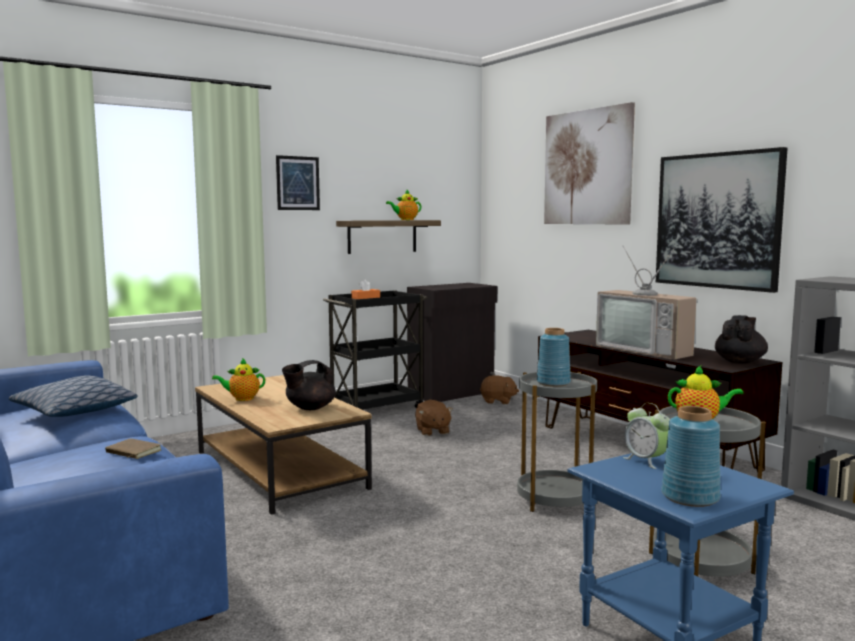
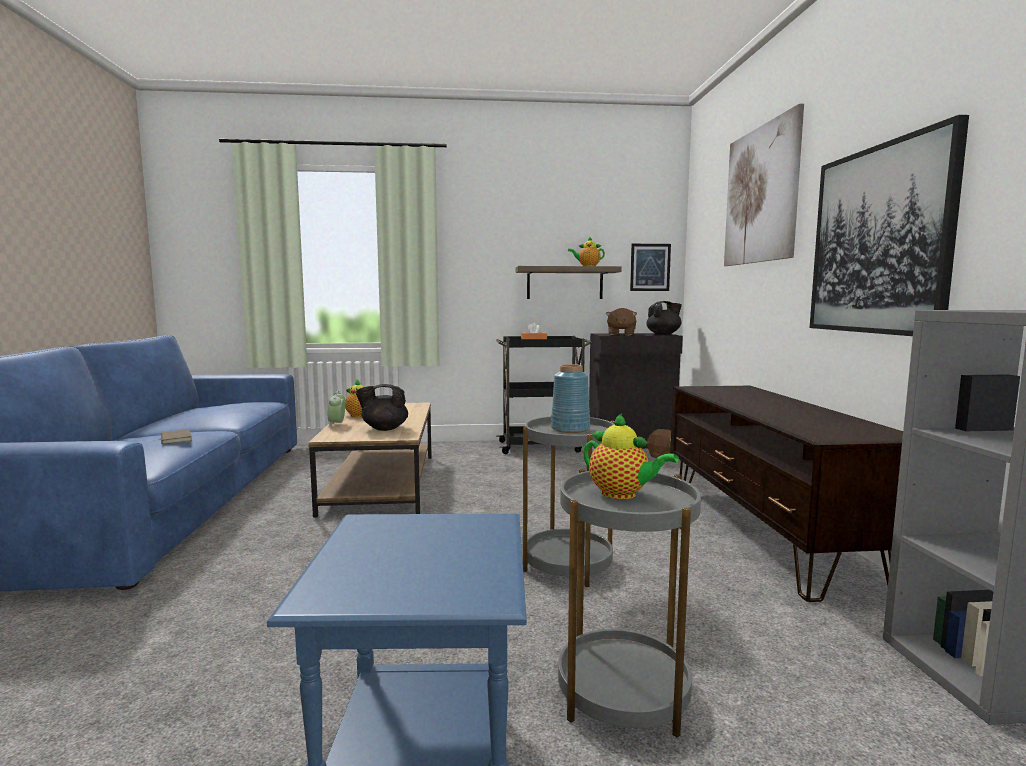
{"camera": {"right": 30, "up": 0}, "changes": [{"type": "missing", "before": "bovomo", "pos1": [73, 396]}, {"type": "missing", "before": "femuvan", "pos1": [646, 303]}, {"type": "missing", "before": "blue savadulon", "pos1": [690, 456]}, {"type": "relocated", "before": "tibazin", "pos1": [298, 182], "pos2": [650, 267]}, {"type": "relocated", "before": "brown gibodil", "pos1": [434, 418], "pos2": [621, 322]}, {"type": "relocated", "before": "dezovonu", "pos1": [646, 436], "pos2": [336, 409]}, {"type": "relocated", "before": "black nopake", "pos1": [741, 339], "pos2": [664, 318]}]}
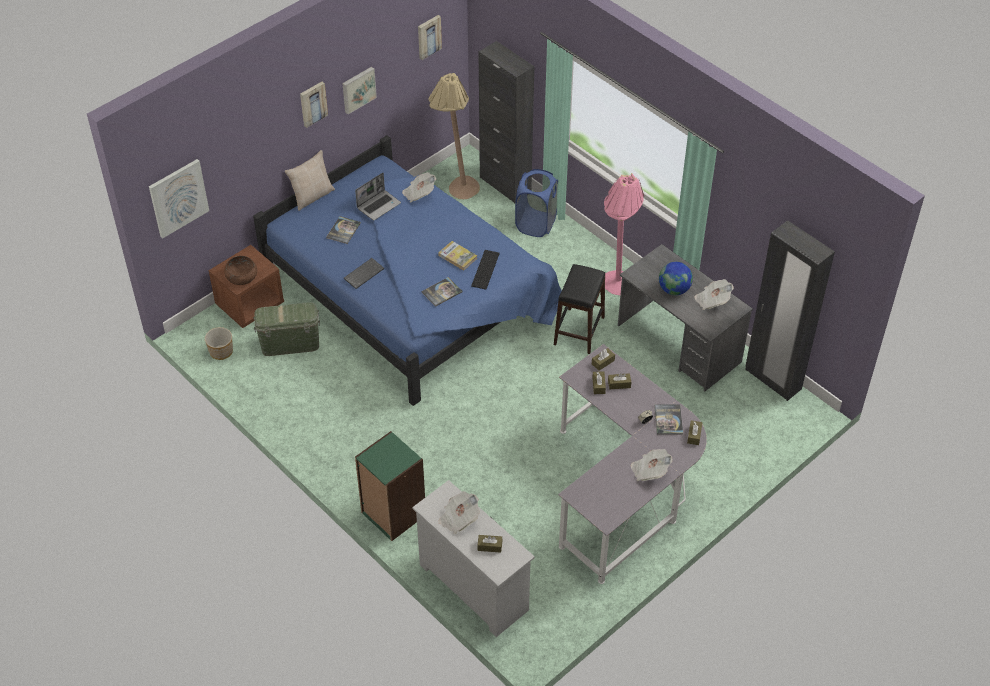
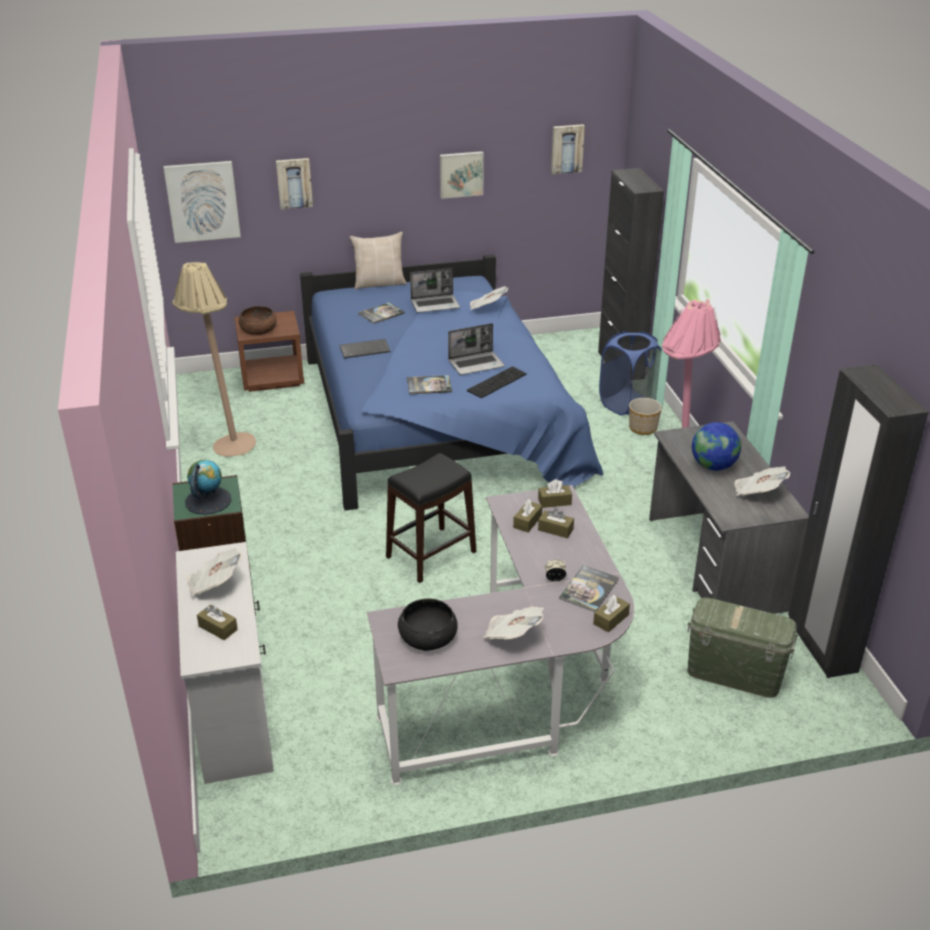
{"camera": {"right": 30, "up": -15}, "changes": [{"type": "appeared", "after": "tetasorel", "pos2": [208, 487]}, {"type": "appeared", "after": "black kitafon", "pos2": [427, 624]}, {"type": "relocated", "before": "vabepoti", "pos1": [219, 343], "pos2": [645, 416]}, {"type": "relocated", "before": "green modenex", "pos1": [286, 329], "pos2": [742, 648]}, {"type": "relocated", "before": "tibazin", "pos1": [314, 105], "pos2": [294, 183]}, {"type": "relocated", "before": "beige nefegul", "pos1": [454, 136], "pos2": [214, 359]}, {"type": "relocated", "before": "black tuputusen", "pos1": [579, 309], "pos2": [431, 518]}, {"type": "exchanged", "before": "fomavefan", "after": "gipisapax", "pos1": [457, 256], "pos2": [476, 349]}]}
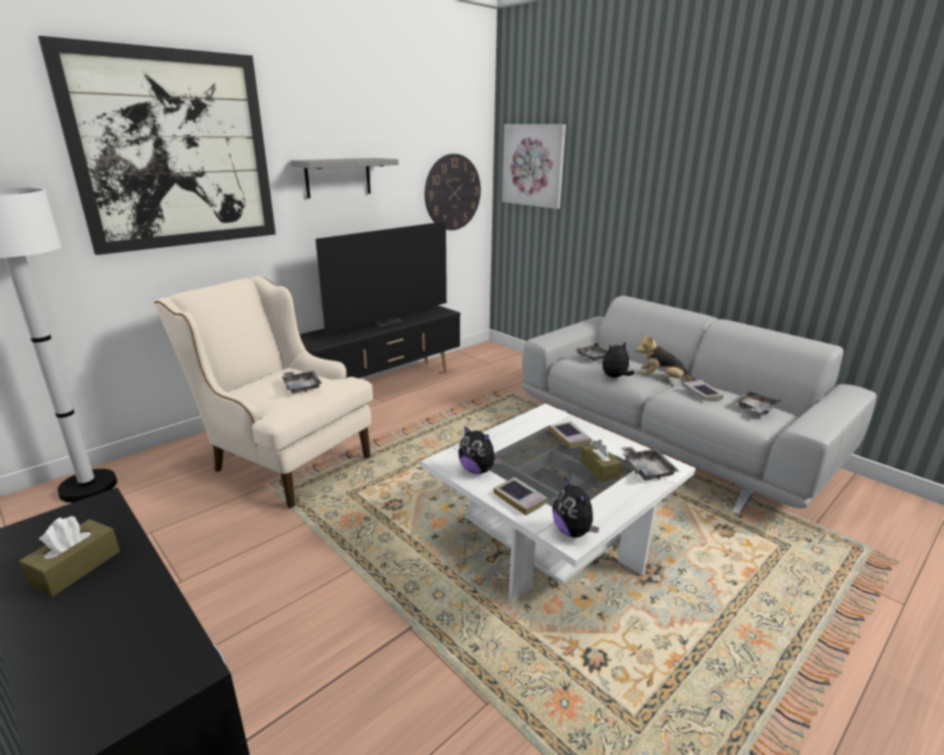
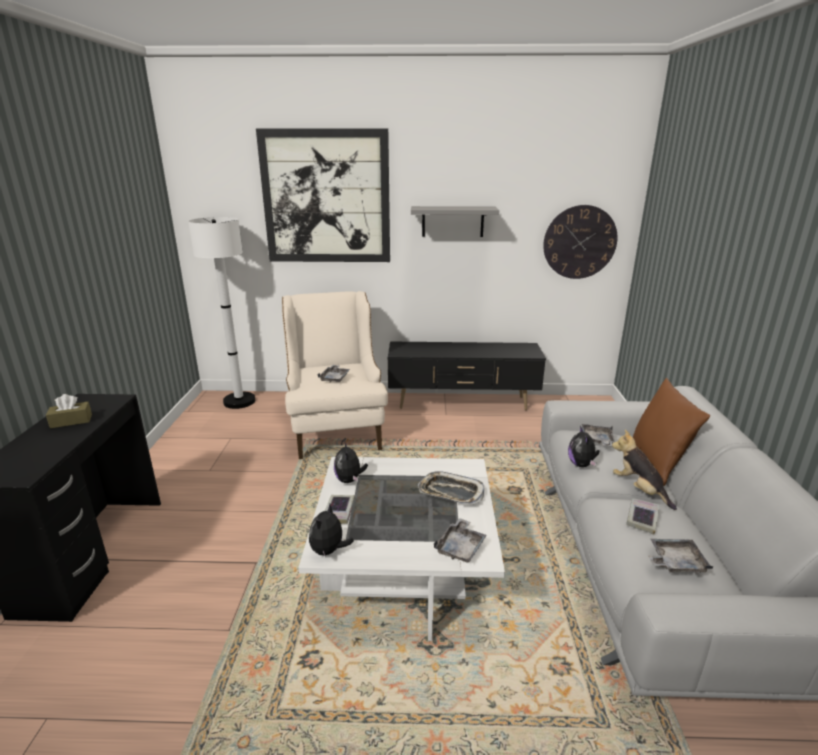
{"camera": {"right": 45, "up": 0}, "changes": [{"type": "missing", "before": "femuvan", "pos1": [381, 278]}, {"type": "missing", "before": "tibazin", "pos1": [534, 166]}, {"type": "missing", "before": "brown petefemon", "pos1": [601, 460]}, {"type": "appeared", "after": "brown bovomo", "pos2": [671, 432]}, {"type": "exchanged", "before": "fomavefan", "after": "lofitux", "pos1": [571, 435], "pos2": [451, 487]}, {"type": "spun", "before": "gibodil", "pos1": [618, 360], "pos2": [584, 446], "turn": -105}]}
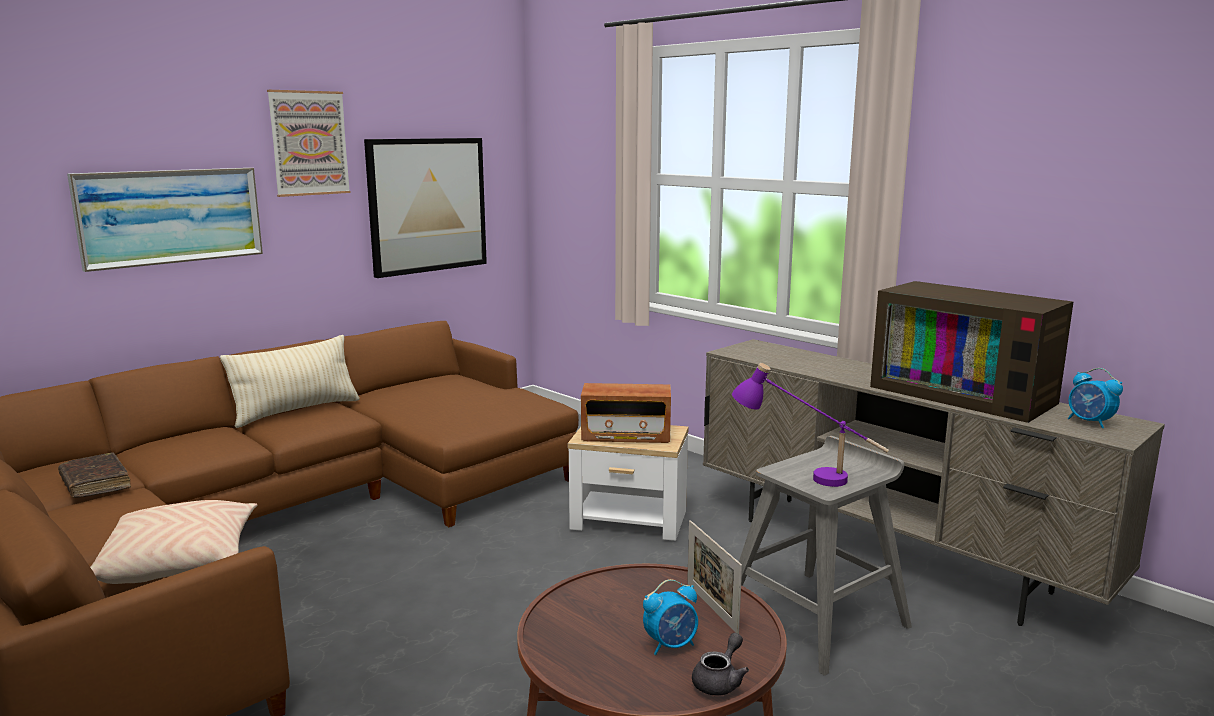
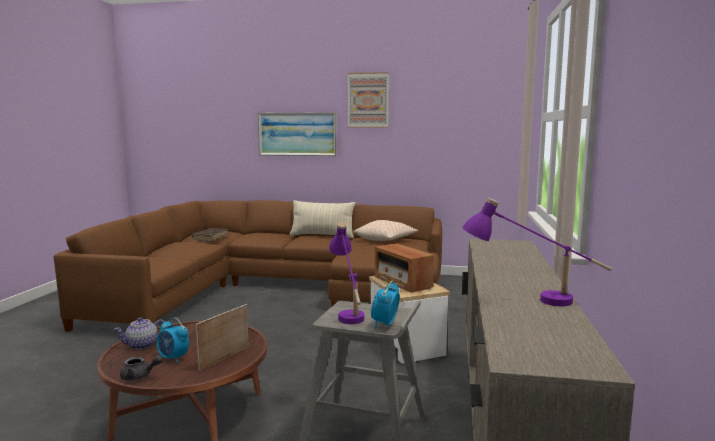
{"camera": {"right": 55, "up": -5}, "changes": [{"type": "missing", "before": "tibazin", "pos1": [425, 208]}, {"type": "appeared", "after": "nopake", "pos2": [138, 333]}, {"type": "relocated", "before": "beige bovomo", "pos1": [174, 542], "pos2": [386, 230]}, {"type": "relocated", "before": "dezovonu", "pos1": [1095, 398], "pos2": [385, 304]}, {"type": "exchanged", "before": "femuvan", "after": "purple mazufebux", "pos1": [971, 352], "pos2": [537, 252]}]}
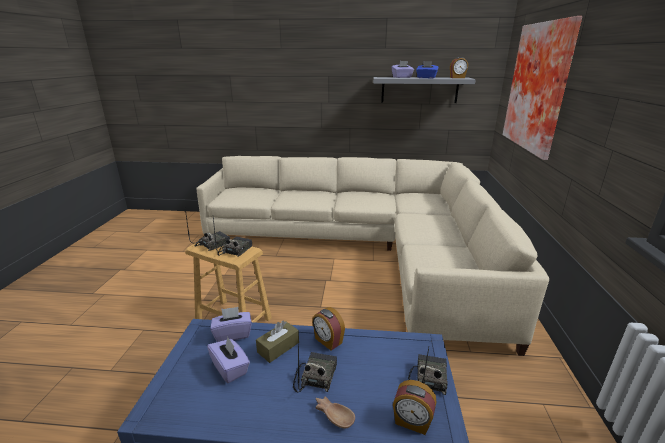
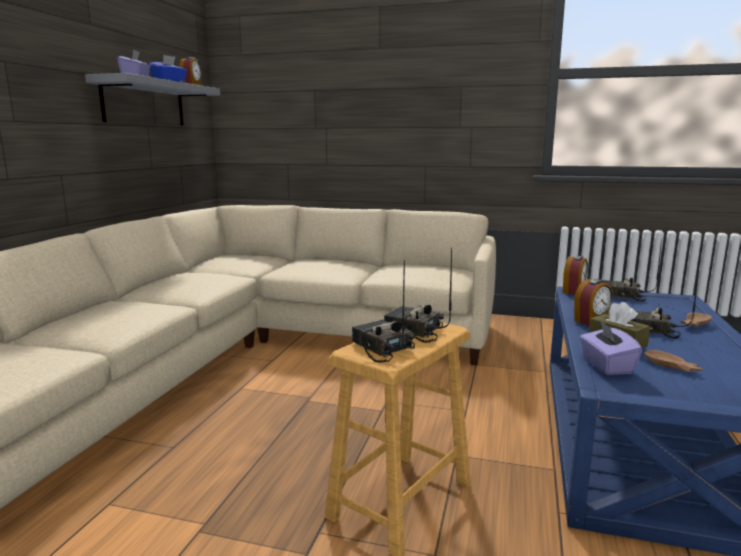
{"camera": {"right": -80, "up": -10}, "changes": [{"type": "missing", "before": "tibazin", "pos1": [542, 88]}, {"type": "relocated", "before": "dezovonu", "pos1": [415, 407], "pos2": [575, 275]}, {"type": "exchanged", "before": "purple petefemon", "after": "brown kitafon", "pos1": [228, 360], "pos2": [674, 361]}]}
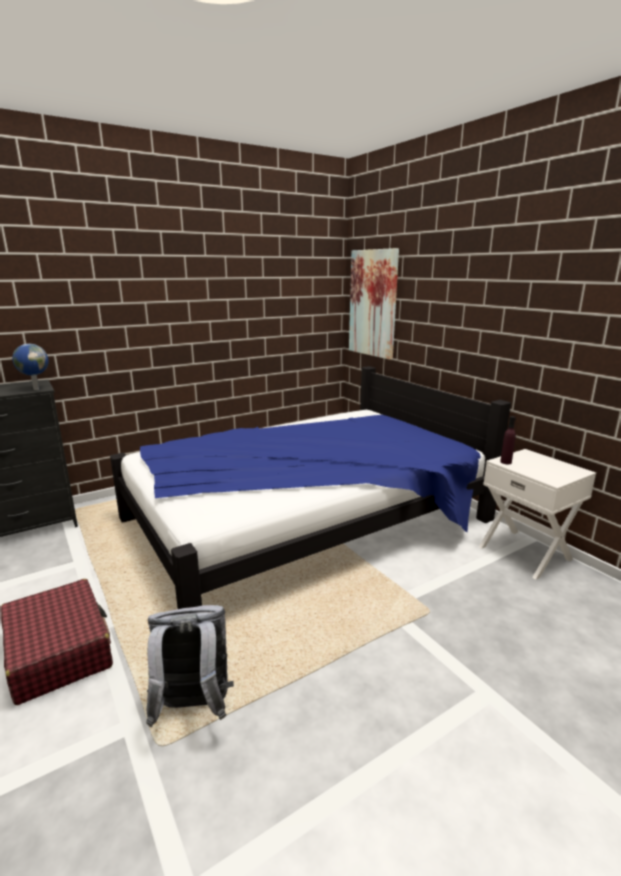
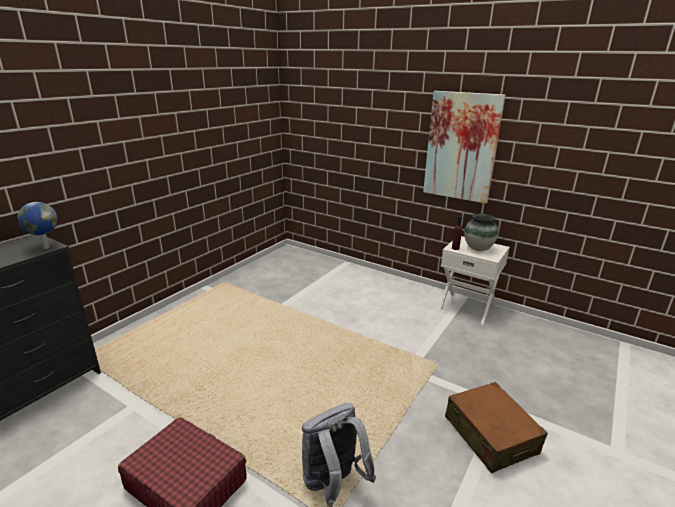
{"camera": {"right": -25, "up": 5}, "changes": [{"type": "missing", "before": "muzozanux", "pos1": [310, 487]}, {"type": "appeared", "after": "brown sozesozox", "pos2": [496, 427]}, {"type": "appeared", "after": "savadulon", "pos2": [481, 232]}, {"type": "relocated", "before": "tibazin", "pos1": [374, 304], "pos2": [464, 147]}]}
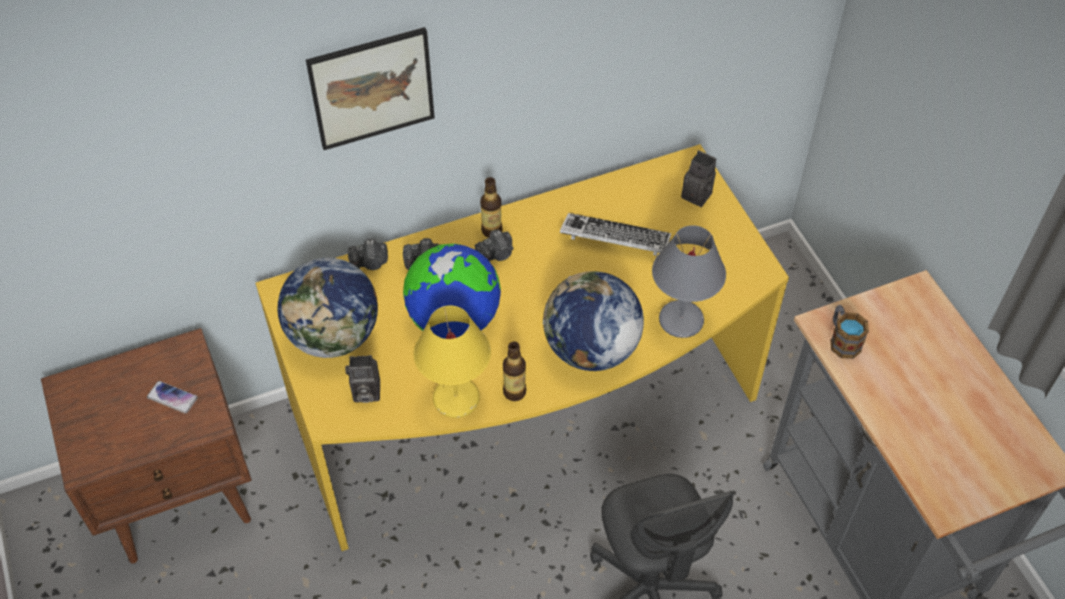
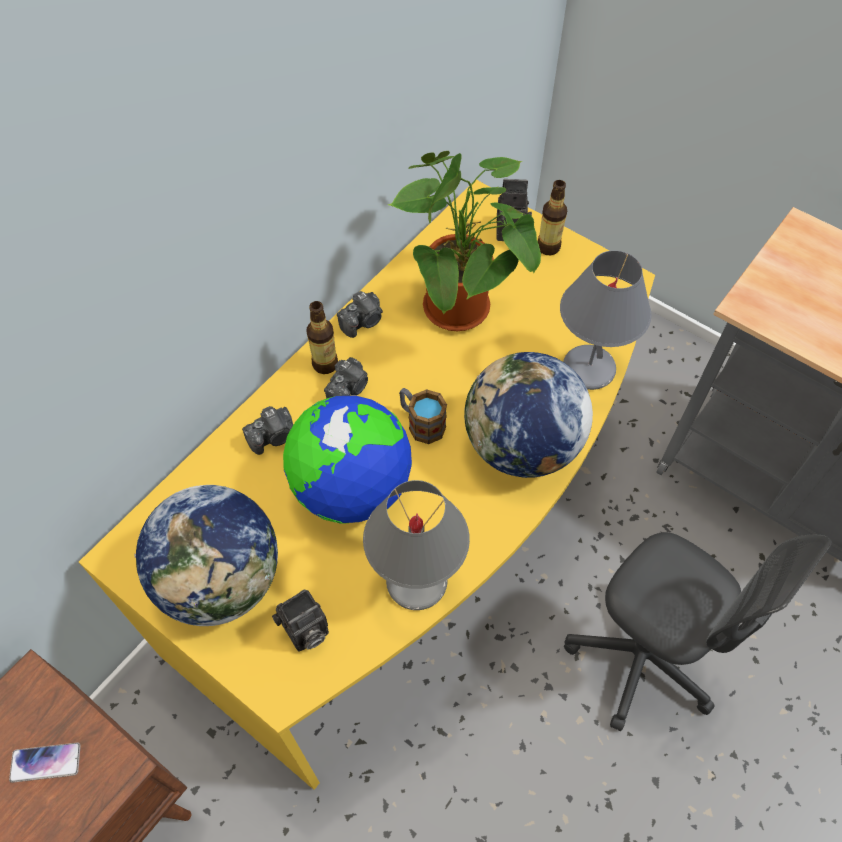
{"camera": {"right": -30, "up": 5}, "changes": [{"type": "missing", "before": "tibazin", "pos1": [370, 88]}, {"type": "relocated", "before": "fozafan", "pos1": [368, 254], "pos2": [360, 314]}, {"type": "relocated", "before": "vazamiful", "pos1": [514, 371], "pos2": [552, 217]}, {"type": "relocated", "before": "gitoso", "pos1": [849, 332], "pos2": [423, 416]}, {"type": "exchanged", "before": "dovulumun", "after": "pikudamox", "pos1": [615, 234], "pos2": [464, 241]}, {"type": "colour", "before": "yellow mazufebux", "after": "grey mazufebux", "pos1": [452, 362], "pos2": [416, 545]}]}
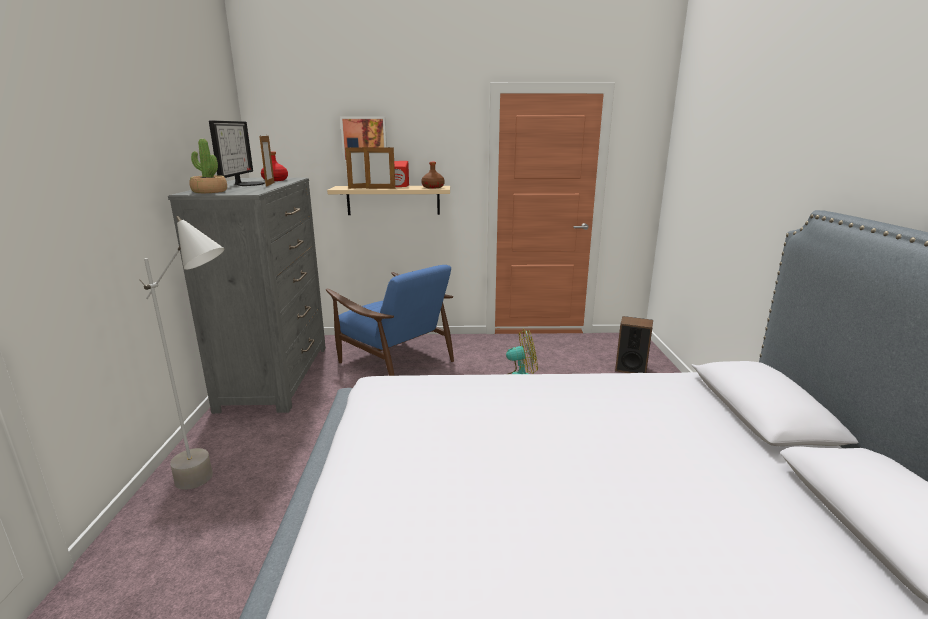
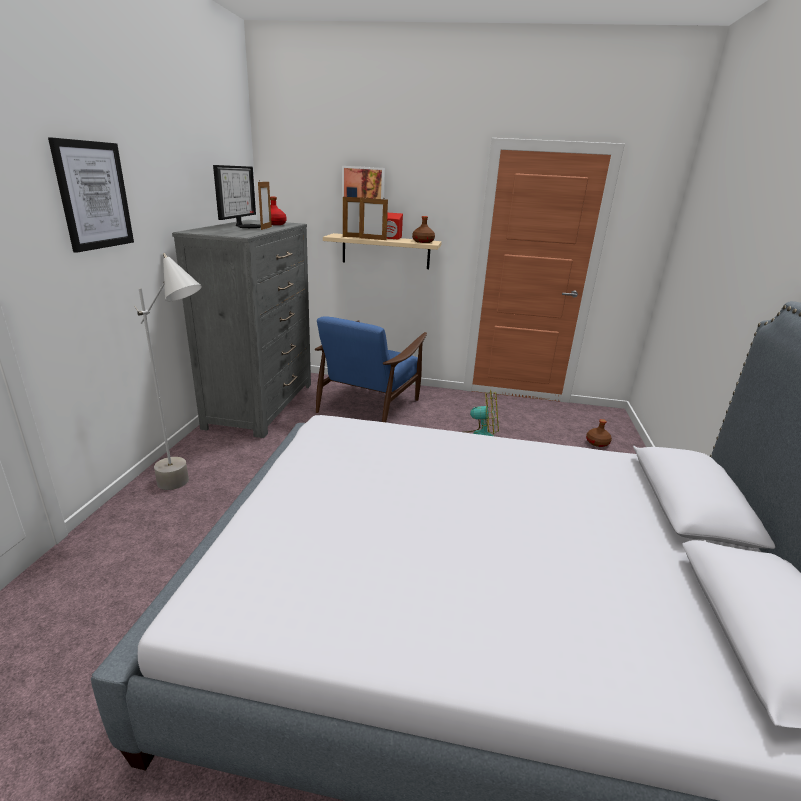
{"camera": {"right": 10, "up": 5}, "changes": [{"type": "missing", "before": "pikudamox", "pos1": [208, 166]}, {"type": "appeared", "after": "tibazin", "pos2": [91, 195]}, {"type": "exchanged", "before": "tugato", "after": "brown vazamiful", "pos1": [634, 344], "pos2": [599, 433]}, {"type": "spun", "before": "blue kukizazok", "pos1": [390, 320], "pos2": [371, 369], "turn": 60}]}
